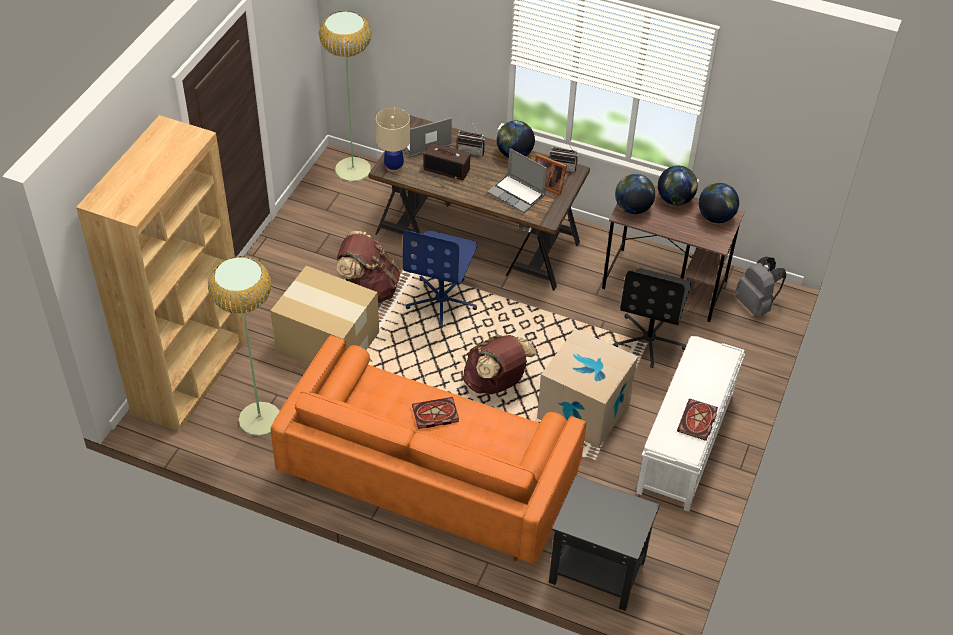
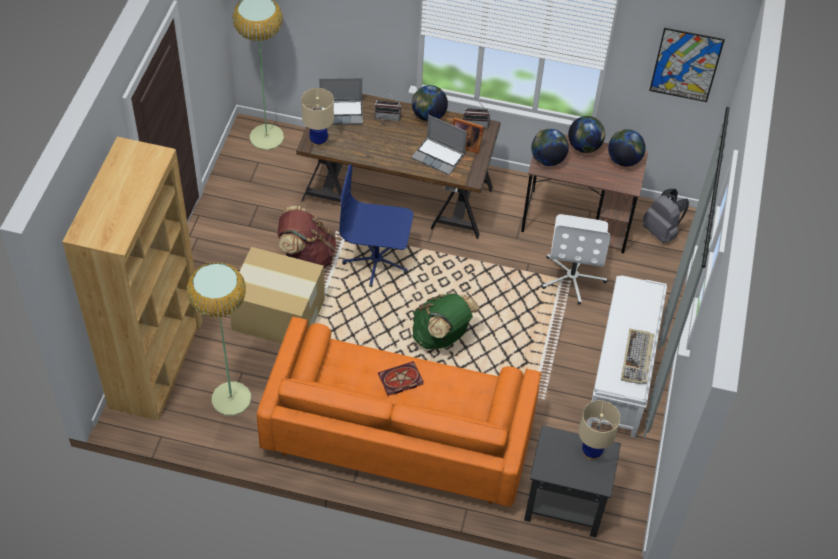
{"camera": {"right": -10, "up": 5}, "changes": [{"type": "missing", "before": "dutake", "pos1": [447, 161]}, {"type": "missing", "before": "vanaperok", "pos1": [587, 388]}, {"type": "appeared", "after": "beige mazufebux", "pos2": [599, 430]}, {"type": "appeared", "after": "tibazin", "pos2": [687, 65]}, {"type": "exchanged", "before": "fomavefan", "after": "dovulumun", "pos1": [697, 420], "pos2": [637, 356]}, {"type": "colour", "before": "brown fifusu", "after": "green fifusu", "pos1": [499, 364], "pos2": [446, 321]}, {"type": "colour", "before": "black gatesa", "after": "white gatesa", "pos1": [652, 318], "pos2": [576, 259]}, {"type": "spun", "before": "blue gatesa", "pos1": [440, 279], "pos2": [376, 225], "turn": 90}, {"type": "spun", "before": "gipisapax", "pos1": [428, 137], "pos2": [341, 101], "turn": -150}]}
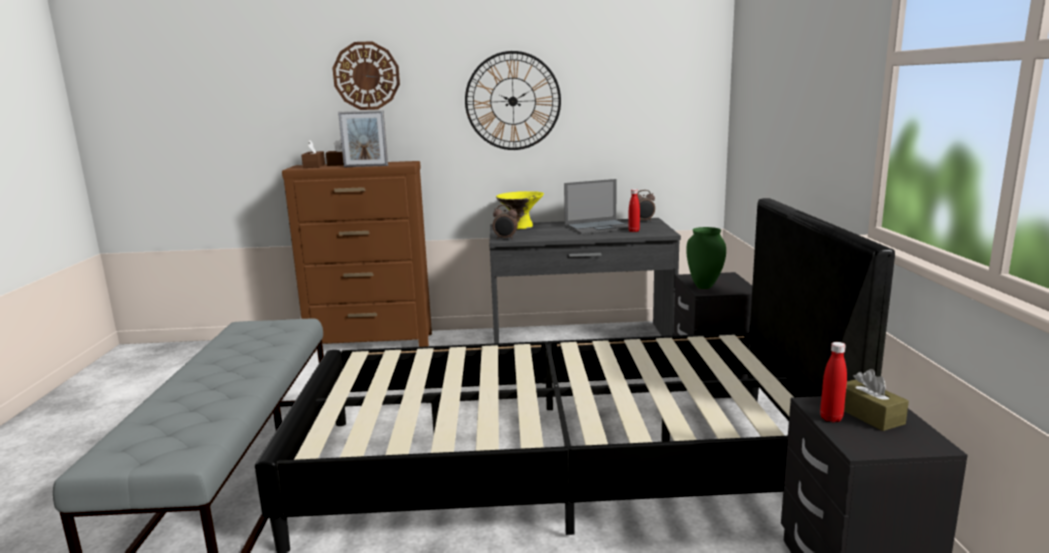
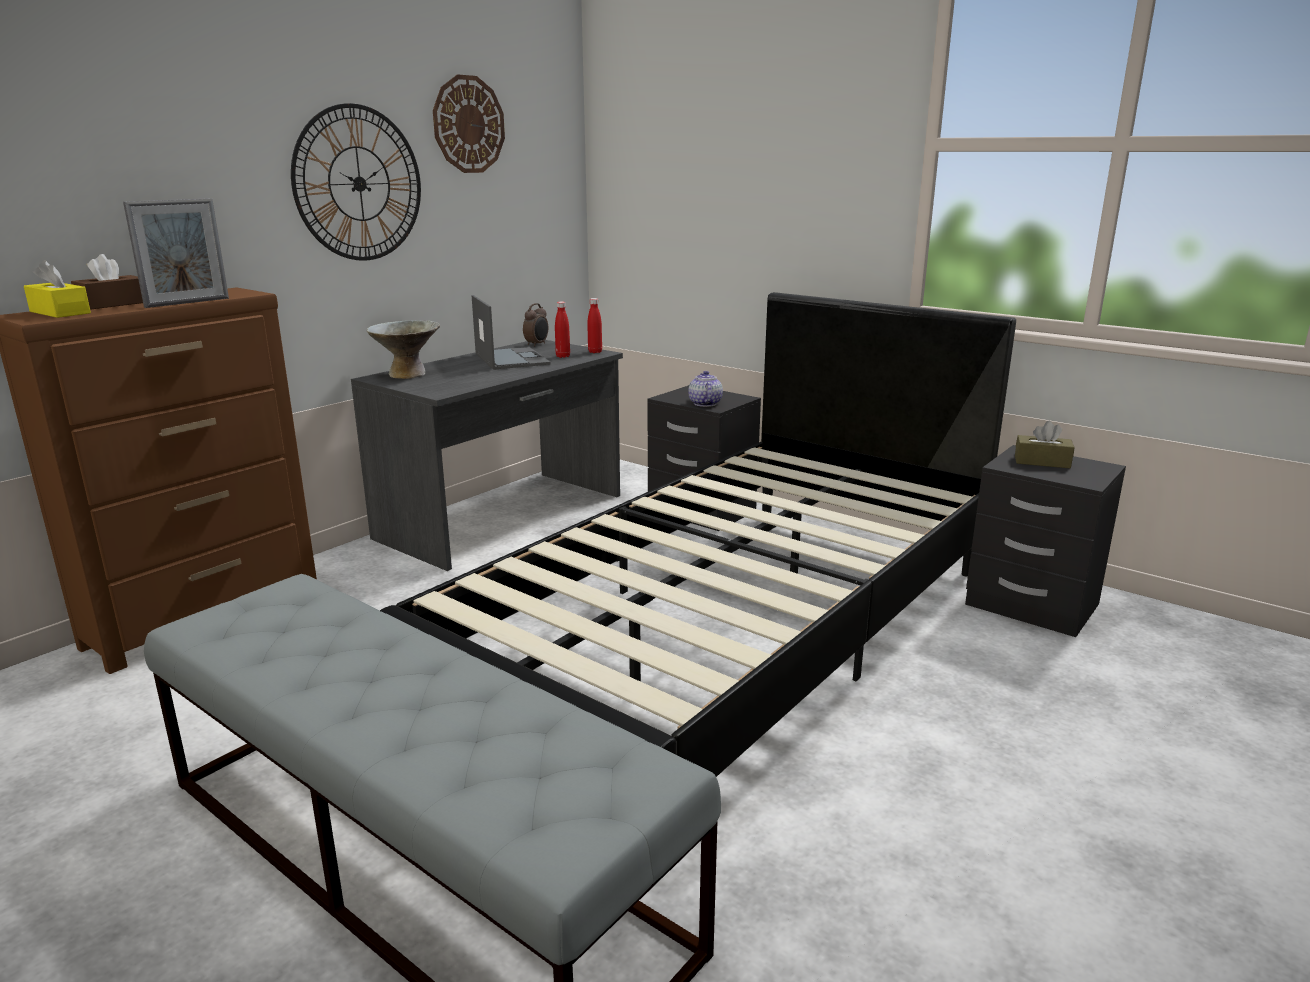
{"camera": {"right": -50, "up": 5}, "changes": [{"type": "missing", "before": "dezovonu", "pos1": [505, 222]}, {"type": "relocated", "before": "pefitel", "pos1": [366, 75], "pos2": [469, 123]}, {"type": "relocated", "before": "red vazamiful", "pos1": [833, 382], "pos2": [594, 325]}, {"type": "exchanged", "before": "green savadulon", "after": "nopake", "pos1": [706, 258], "pos2": [705, 389]}, {"type": "colour", "before": "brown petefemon", "after": "yellow petefemon", "pos1": [313, 154], "pos2": [57, 289]}, {"type": "colour", "before": "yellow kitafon", "after": "grey kitafon", "pos1": [520, 210], "pos2": [403, 349]}, {"type": "spun", "before": "gipisapax", "pos1": [596, 206], "pos2": [511, 332], "turn": -45}]}
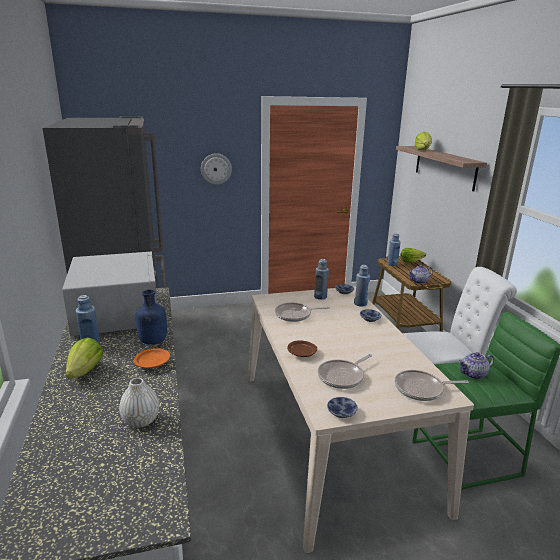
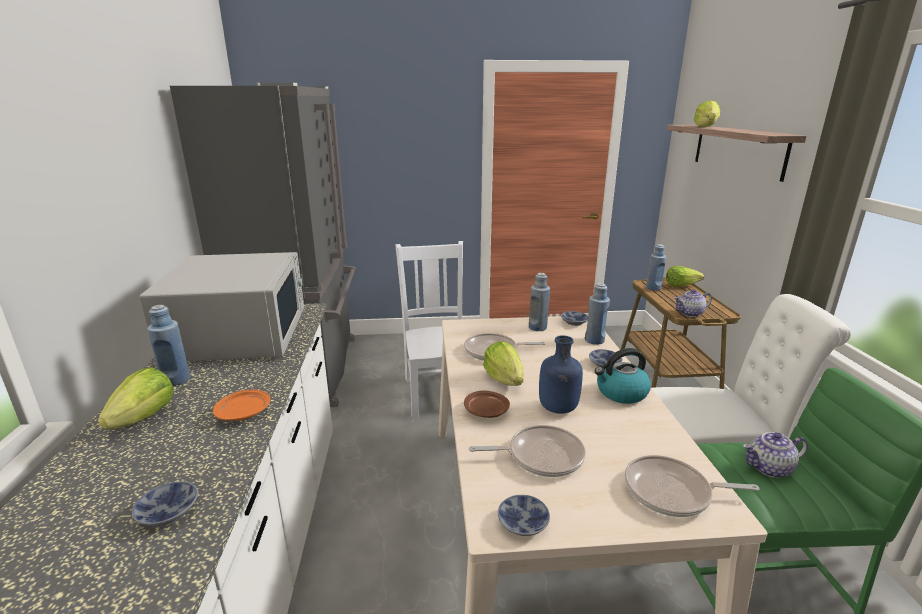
{"camera": {"right": 10, "up": 0}, "changes": [{"type": "missing", "before": "pefitel", "pos1": [216, 169]}, {"type": "appeared", "after": "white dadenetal", "pos2": [429, 329]}, {"type": "appeared", "after": "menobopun", "pos2": [503, 363]}, {"type": "appeared", "after": "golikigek", "pos2": [623, 376]}, {"type": "relocated", "before": "blue vazamiful", "pos1": [151, 317], "pos2": [561, 374]}, {"type": "exchanged", "before": "white savadulon", "after": "kitafon", "pos1": [139, 403], "pos2": [165, 504]}, {"type": "spun", "before": "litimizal", "pos1": [345, 371], "pos2": [527, 451], "turn": -150}]}
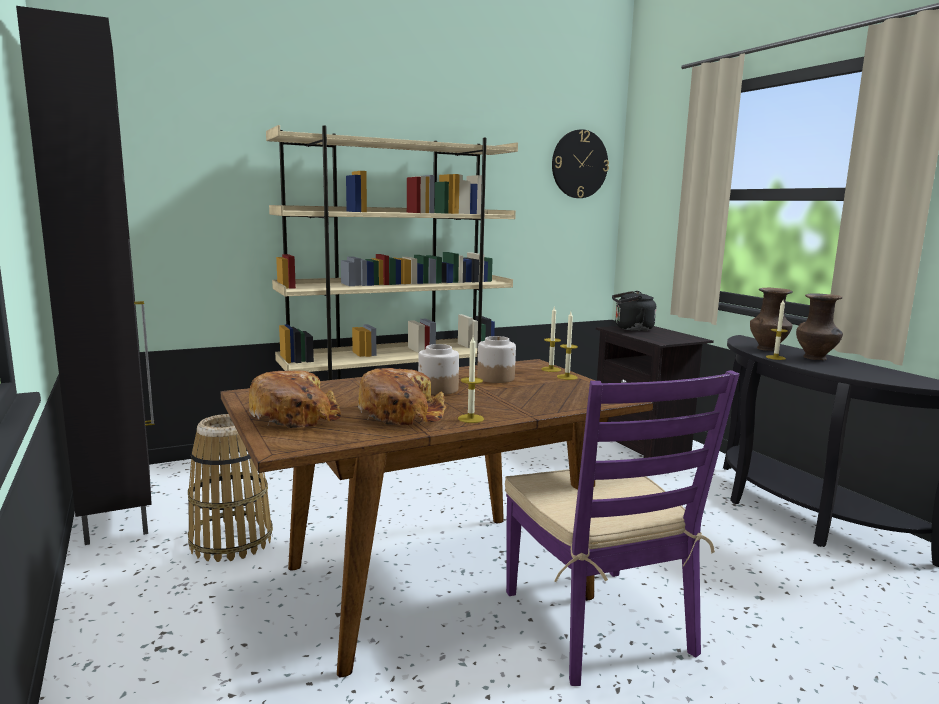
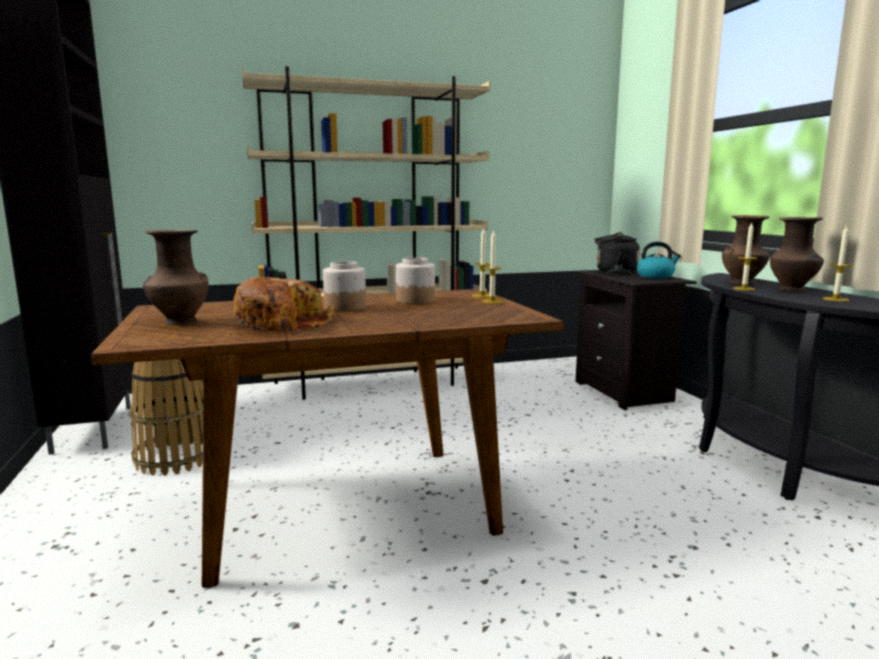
{"camera": {"right": 10, "up": 0}, "changes": [{"type": "missing", "before": "purple dadenetal", "pos1": [622, 528]}, {"type": "missing", "before": "pefitel", "pos1": [580, 163]}, {"type": "appeared", "after": "golikigek", "pos2": [659, 259]}, {"type": "relocated", "before": "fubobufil", "pos1": [471, 380], "pos2": [838, 263]}, {"type": "exchanged", "before": "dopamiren", "after": "brown savadulon", "pos1": [295, 399], "pos2": [175, 277]}]}
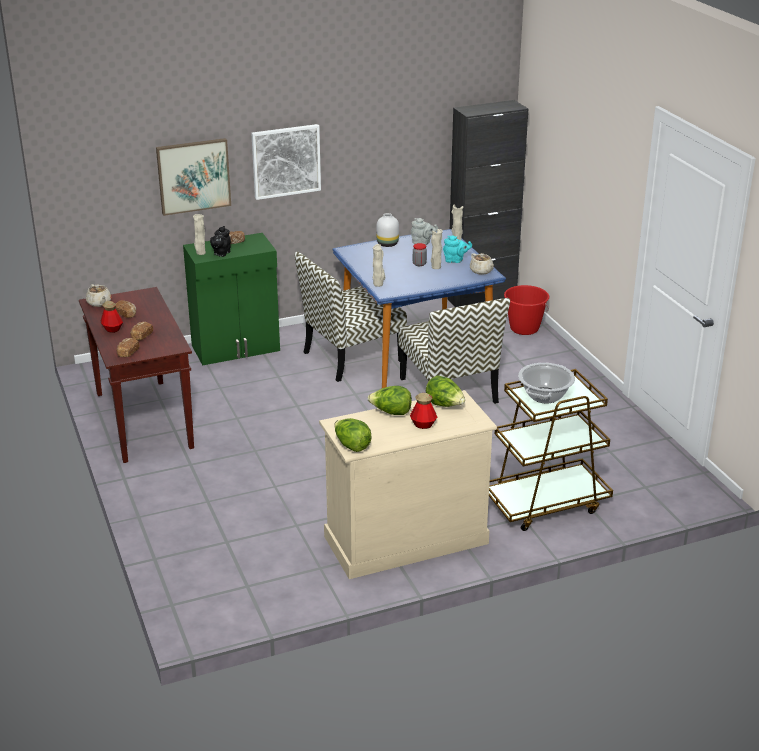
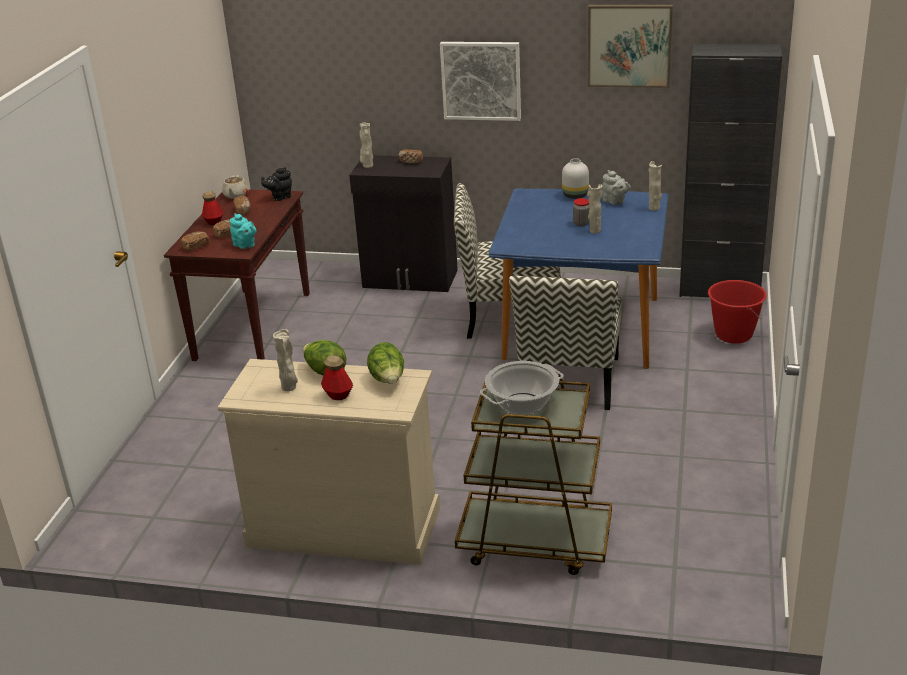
{"camera": {"right": 35, "up": 0}, "changes": [{"type": "missing", "before": "menobopun", "pos1": [353, 435]}, {"type": "missing", "before": "beige nopake", "pos1": [482, 264]}, {"type": "relocated", "before": "tibazin", "pos1": [193, 177], "pos2": [630, 46]}, {"type": "relocated", "before": "black nopake", "pos1": [220, 241], "pos2": [276, 184]}, {"type": "relocated", "before": "beige savadulon", "pos1": [379, 265], "pos2": [285, 360]}, {"type": "relocated", "before": "turquoise nopake", "pos1": [457, 249], "pos2": [243, 231]}, {"type": "colour", "before": "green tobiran", "after": "black tobiran", "pos1": [231, 299], "pos2": [403, 223]}]}
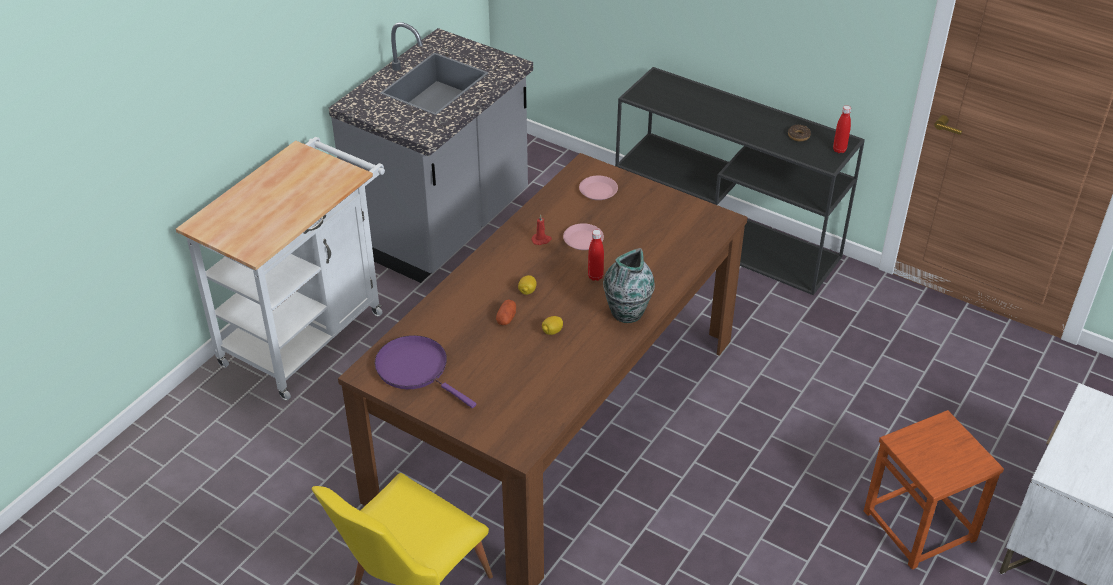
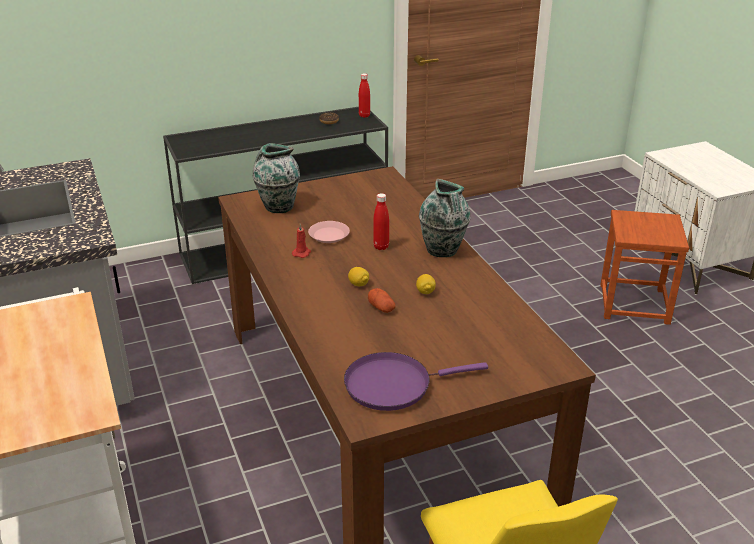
{"camera": {"right": -55, "up": -10}, "changes": [{"type": "exchanged", "before": "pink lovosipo", "after": "savadulon", "pos1": [598, 188], "pos2": [276, 178]}]}
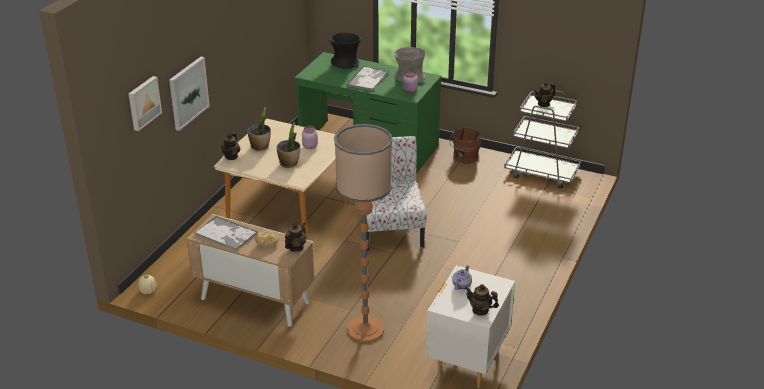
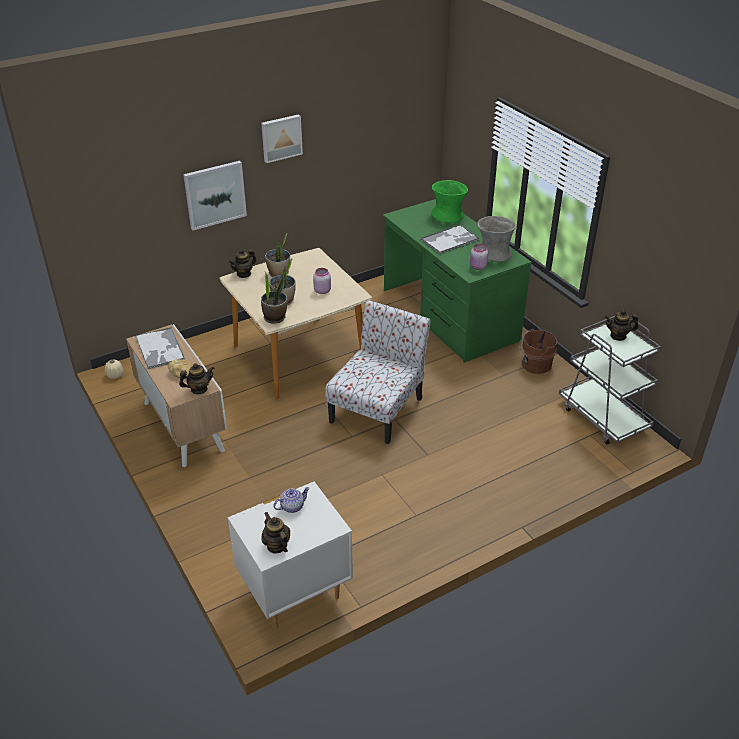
{"camera": {"right": 35, "up": 5}, "changes": [{"type": "missing", "before": "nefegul", "pos1": [363, 233]}, {"type": "appeared", "after": "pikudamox", "pos2": [274, 298]}, {"type": "relocated", "before": "tibazin", "pos1": [145, 103], "pos2": [282, 138]}, {"type": "colour", "before": "black savadulon", "after": "green savadulon", "pos1": [345, 51], "pos2": [449, 201]}]}
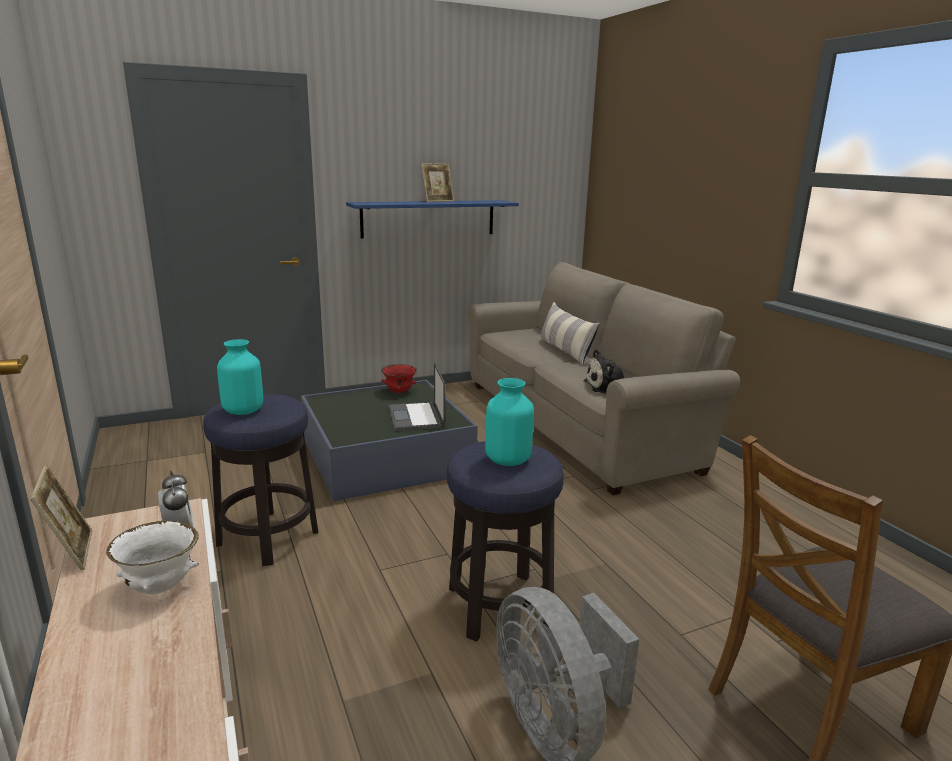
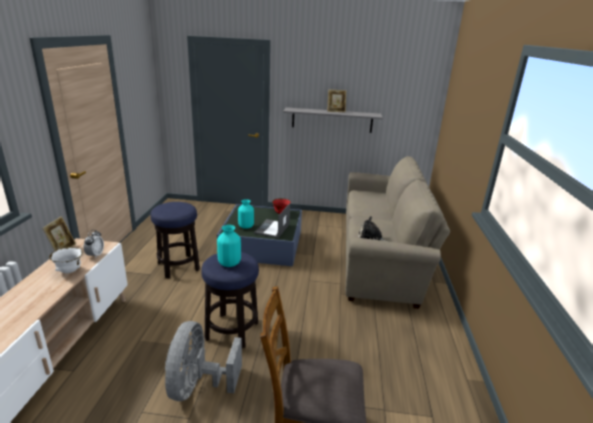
{"camera": {"right": 30, "up": 5}, "changes": [{"type": "missing", "before": "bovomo", "pos1": [569, 333]}, {"type": "relocated", "before": "turquoise savadulon", "pos1": [240, 377], "pos2": [246, 214]}, {"type": "colour", "before": "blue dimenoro", "after": "grey dimenoro", "pos1": [432, 219], "pos2": [333, 120]}]}
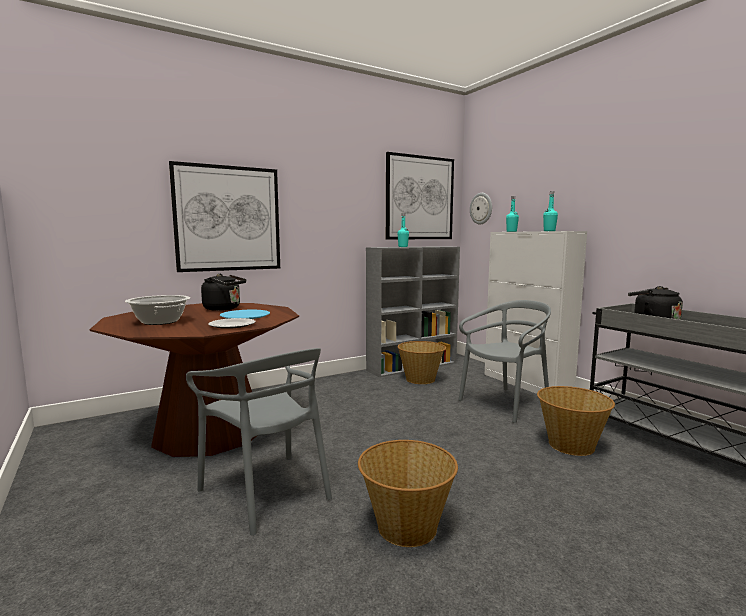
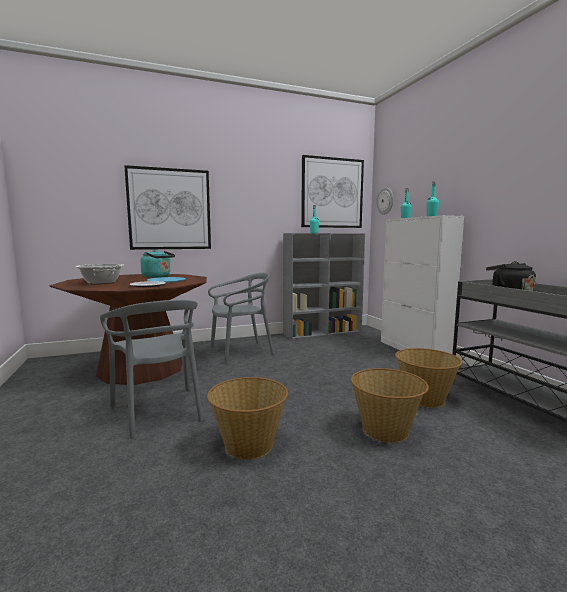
{"camera": {"right": 10, "up": 0}, "changes": [{"type": "relocated", "before": "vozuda", "pos1": [422, 362], "pos2": [390, 405]}, {"type": "relocated", "before": "grey dadenetal", "pos1": [504, 361], "pos2": [241, 318]}, {"type": "colour", "before": "black golikigek", "after": "turquoise golikigek", "pos1": [223, 292], "pos2": [158, 264]}]}
